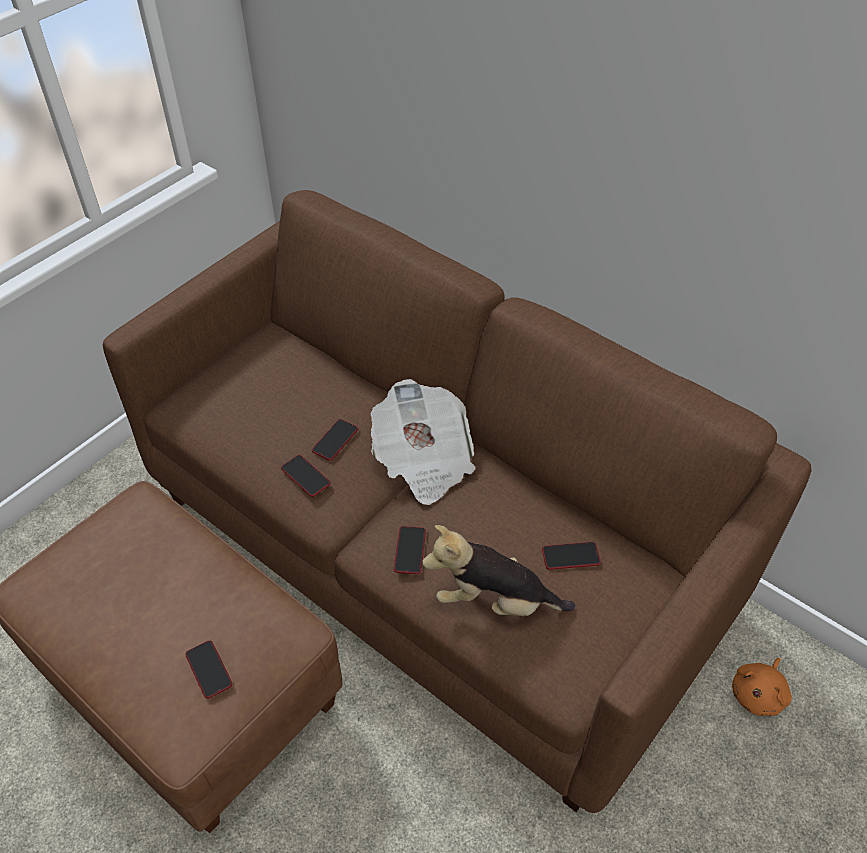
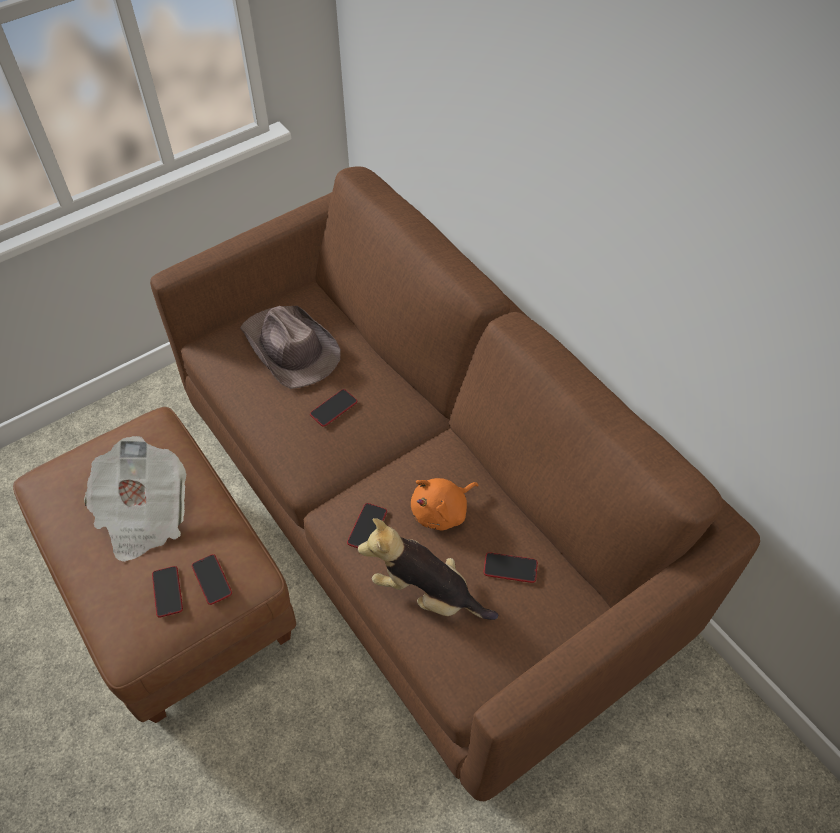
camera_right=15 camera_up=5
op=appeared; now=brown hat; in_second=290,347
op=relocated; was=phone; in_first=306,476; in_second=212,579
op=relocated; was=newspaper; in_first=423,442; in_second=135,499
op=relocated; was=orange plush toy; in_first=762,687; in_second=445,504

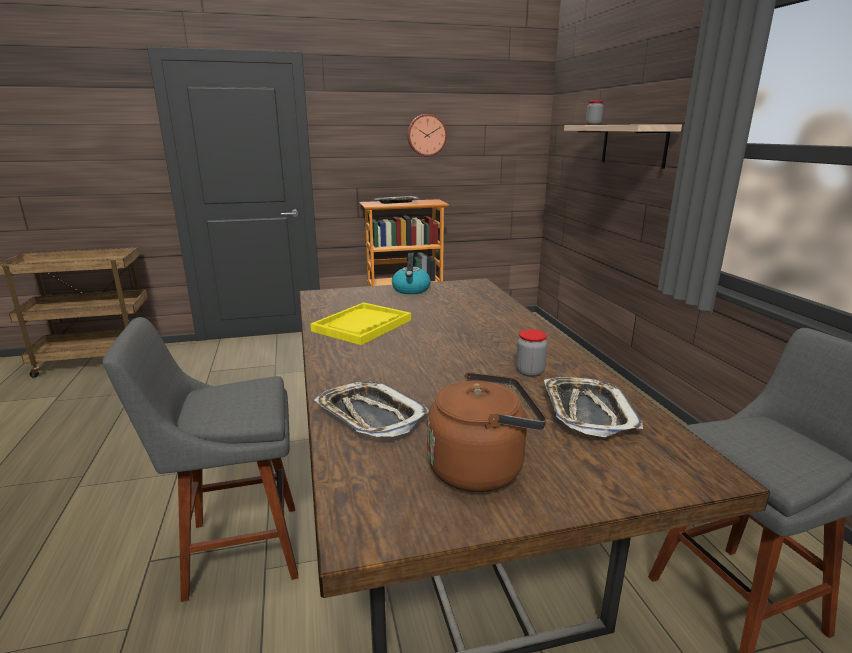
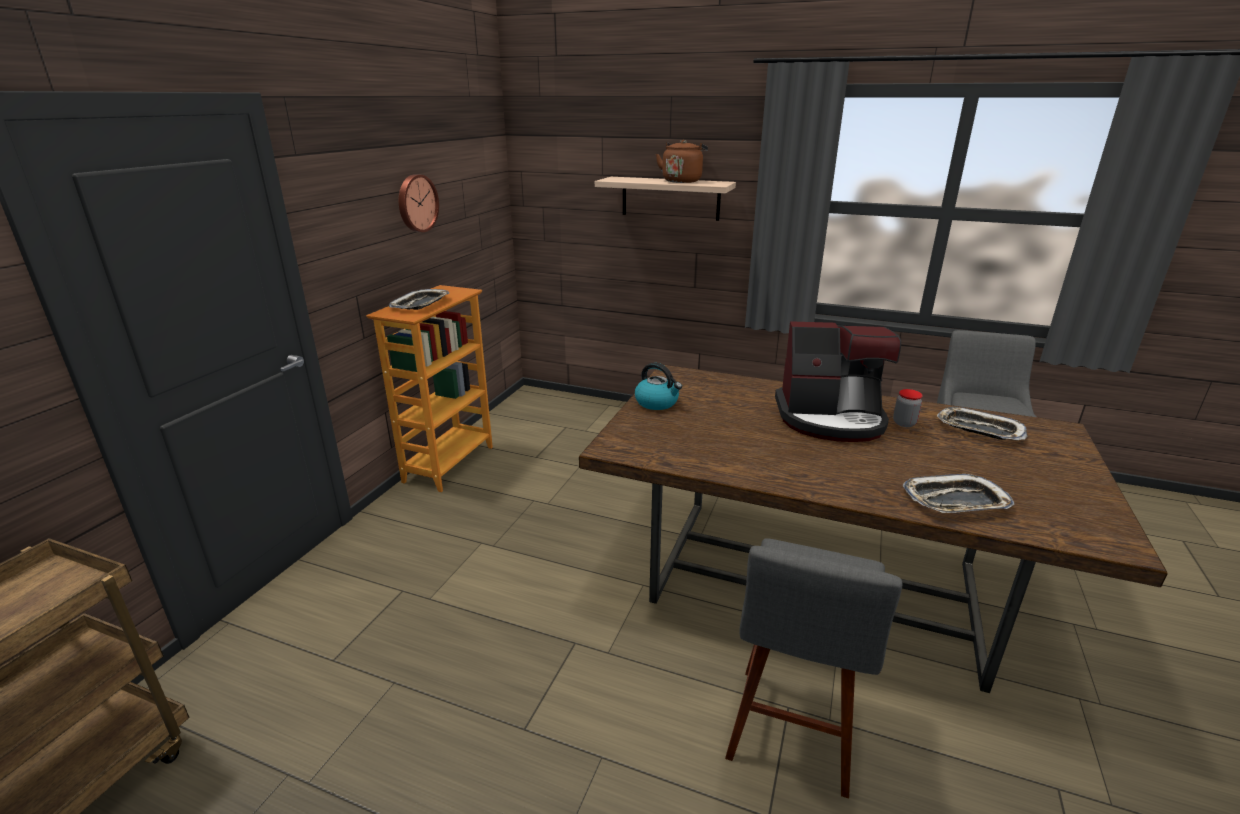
camera_right=-55 camera_up=5
op=missing; was=yellow tray; in_first=360,323
op=missing; was=jar; in_first=594,112
op=appeared; now=coffee machine; in_second=838,381
op=relocated; was=brown kettle; in_first=486,432; in_second=682,161

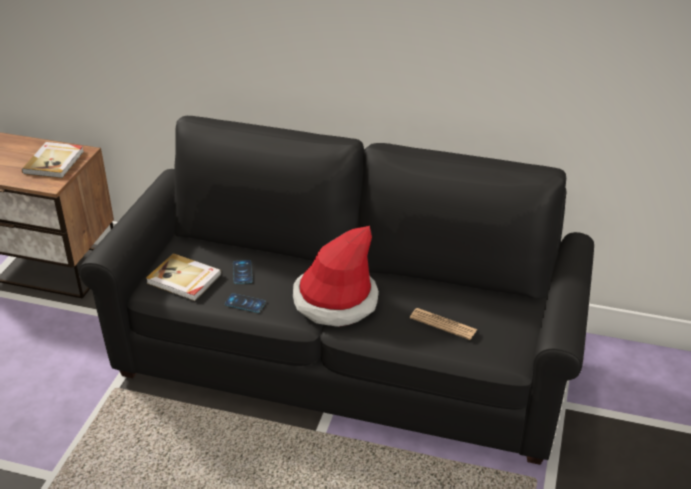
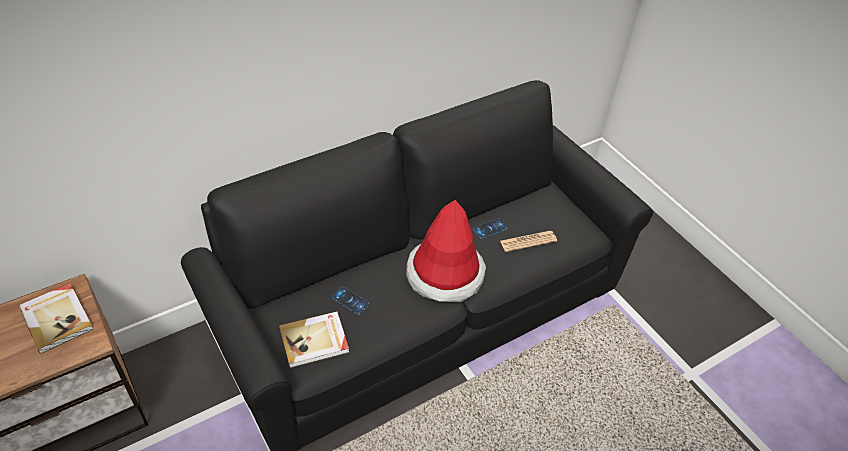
camera_right=-50 camera_up=10
op=relocated; was=phone; in_first=245,303; in_second=490,228

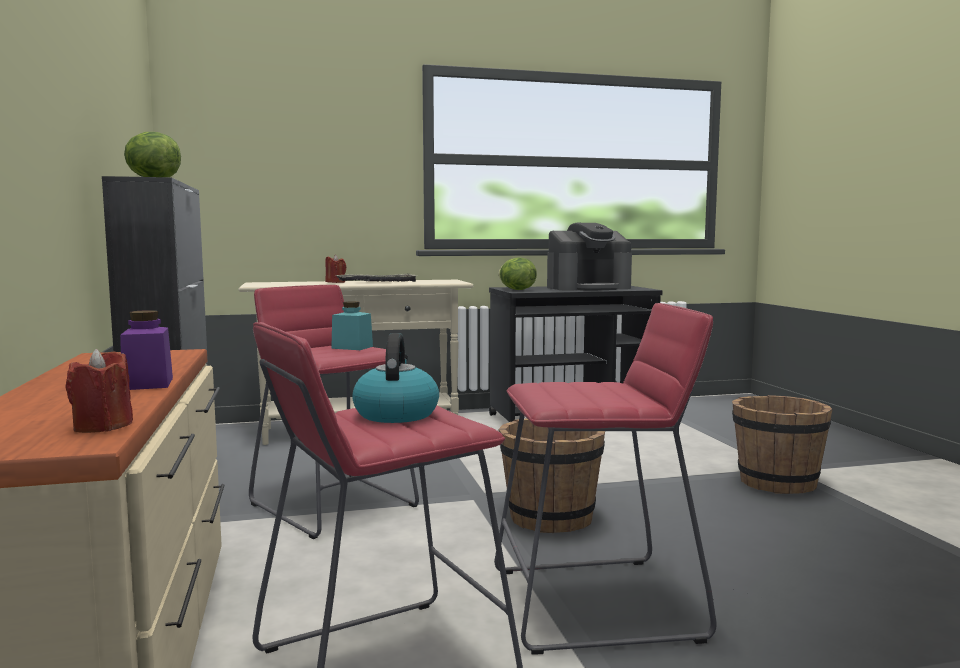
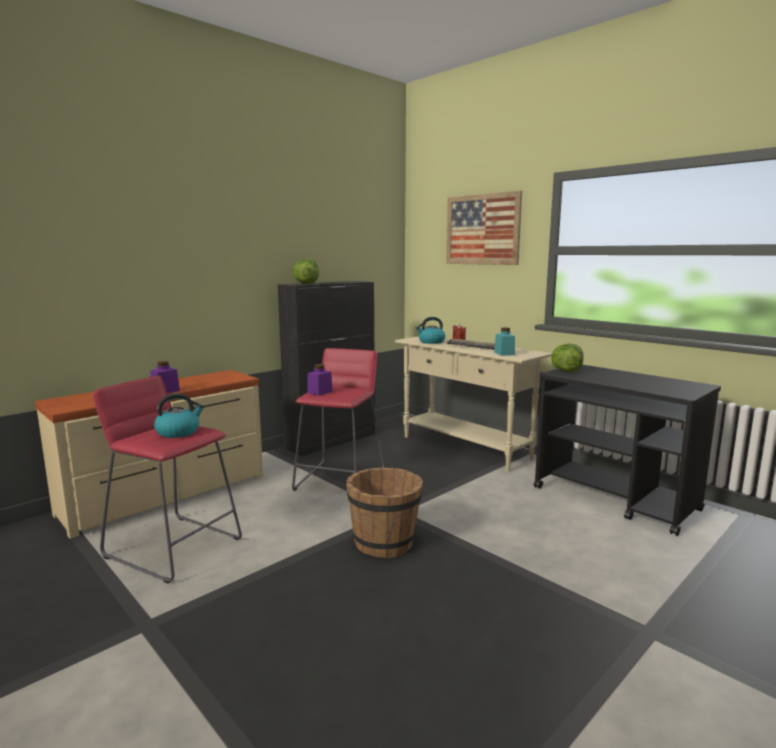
camera_right=60 camera_up=5
op=missing; was=red candle; in_first=99,391
op=missing; was=red stool; in_first=605,479
op=missing; was=coffee machine; in_first=589,257
op=missing; was=brown bucket; in_first=782,444
op=appeared; now=purple jar; in_second=320,380
op=appeared; now=kettle; in_second=430,330
op=appeared; now=picture; in_second=484,228
op=relocated; was=turquoise jar; in_first=352,325; in_second=504,342

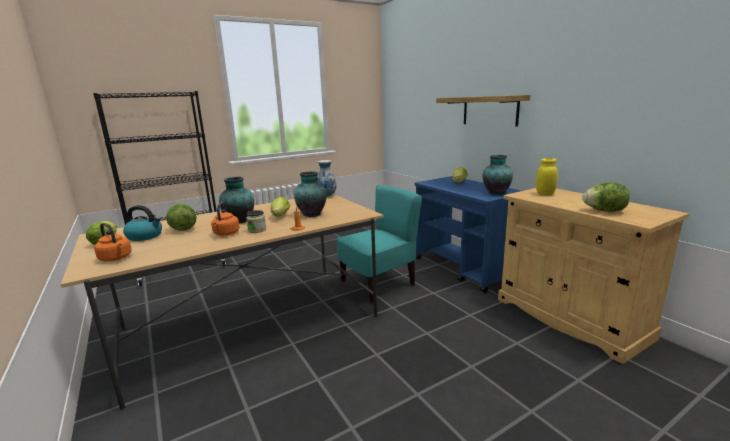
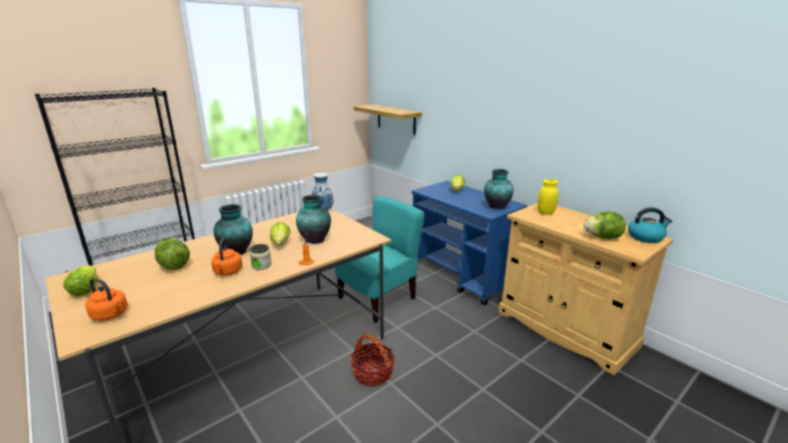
camera_right=-10 camera_up=5
op=appeared; now=basket; in_second=372,360
op=relocated; was=kettle; in_first=142,223; in_second=650,225
op=relocated; was=shelf; in_first=483,111; in_second=388,119

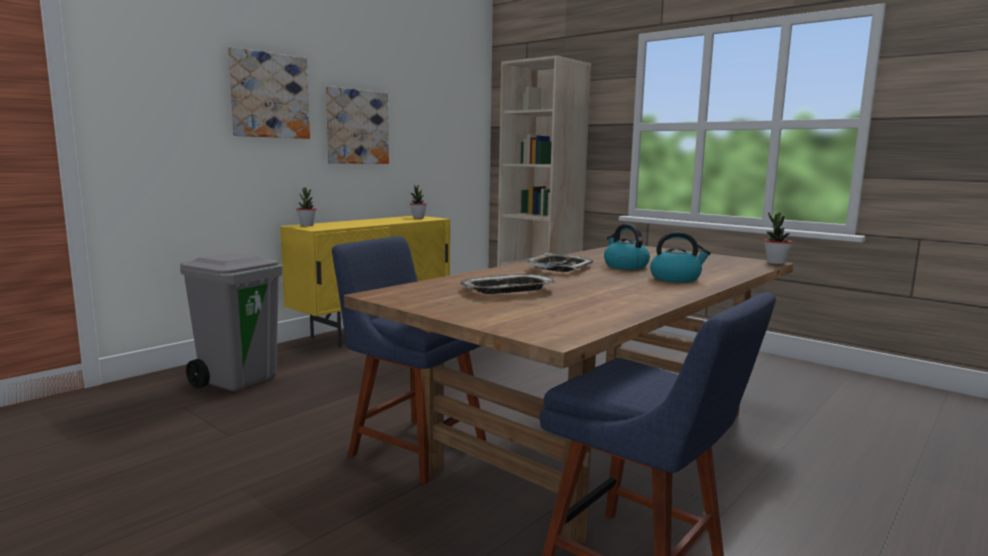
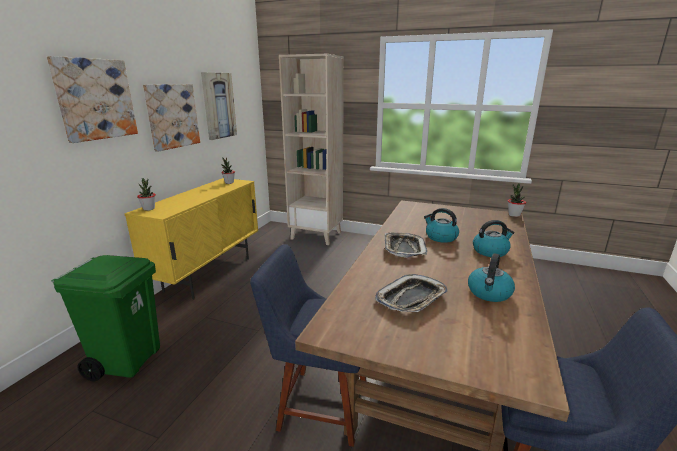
camera_right=-20 camera_up=10
op=appeared; now=picture; in_second=219,106
op=appeared; now=kettle; in_second=491,277
op=colour; was=grey trash can; now=green trash can; in_first=231,322; in_second=105,318

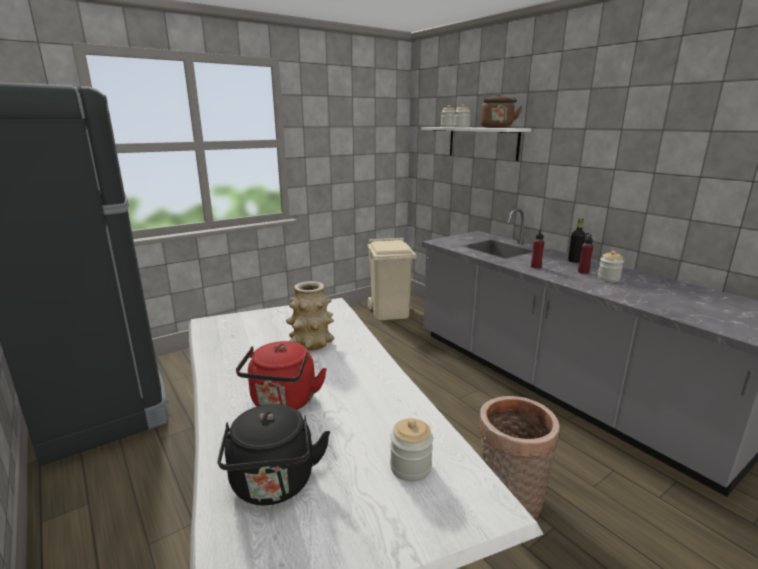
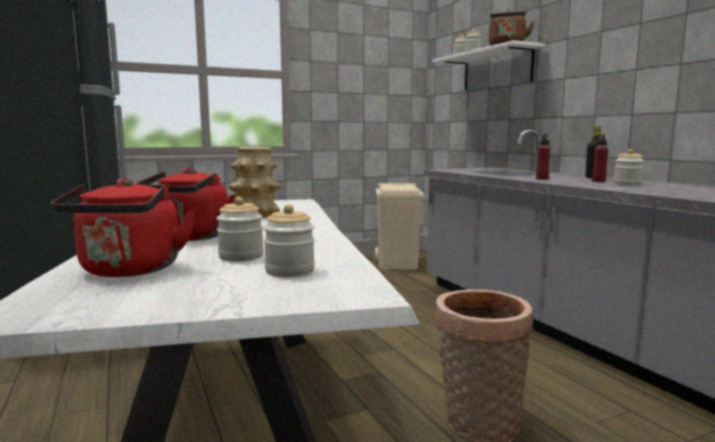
camera_right=10 camera_up=-10
op=appeared; now=jar; in_second=240,229
op=colour; was=black kettle; now=red kettle; in_first=274,455; in_second=123,227

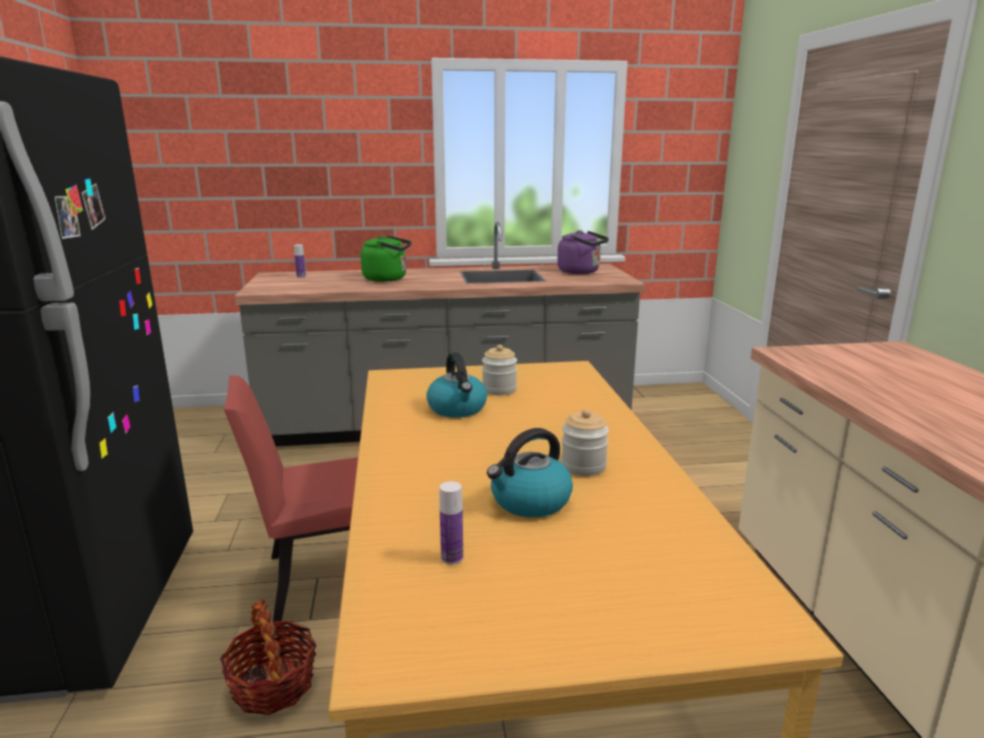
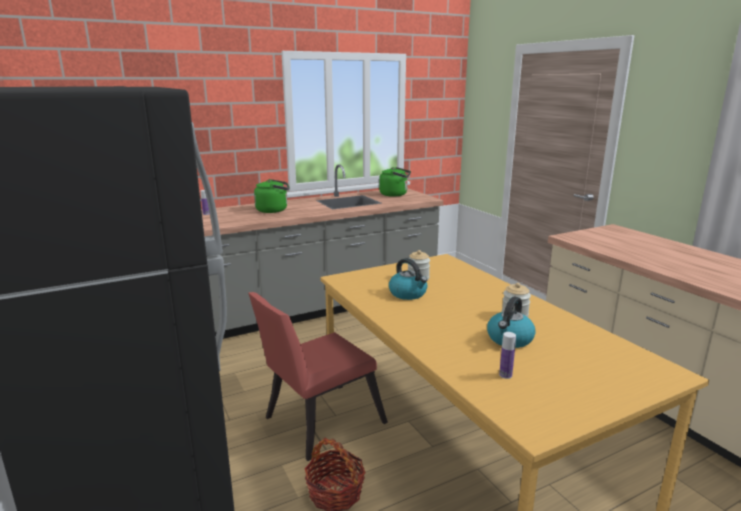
camera_right=-20 camera_up=0
op=colour; was=purple kettle; now=green kettle; in_first=583,252; in_second=395,182

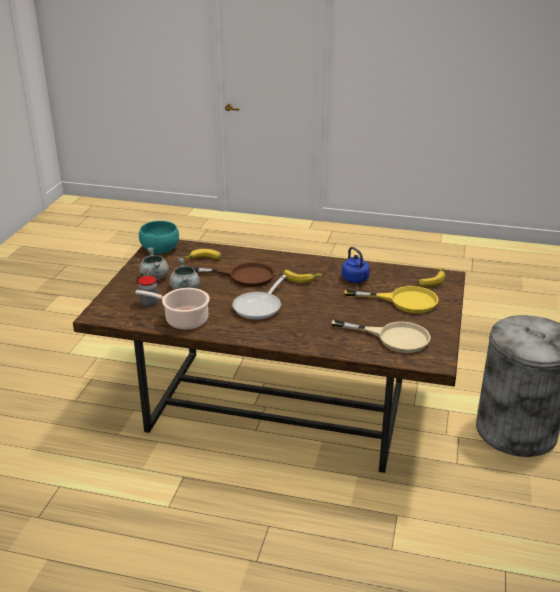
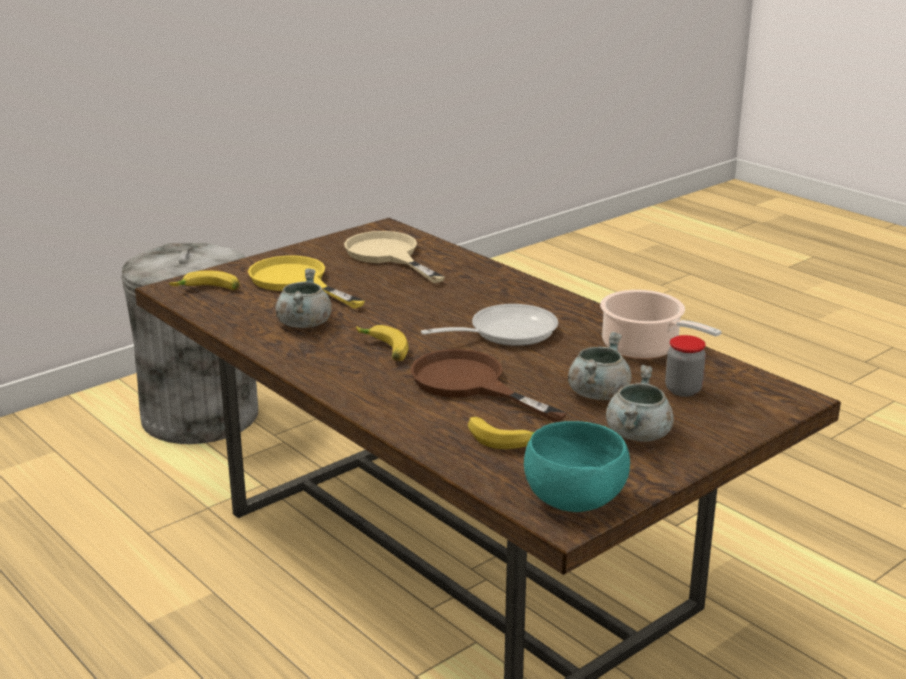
camera_right=-145 camera_up=-5
op=exchanged; was=blue kettle; now=grey cooking pot; in_first=355,265; in_second=304,298

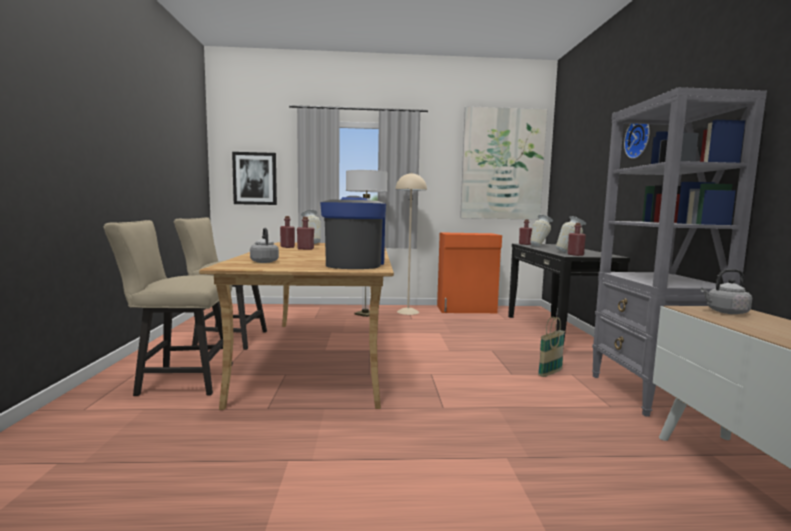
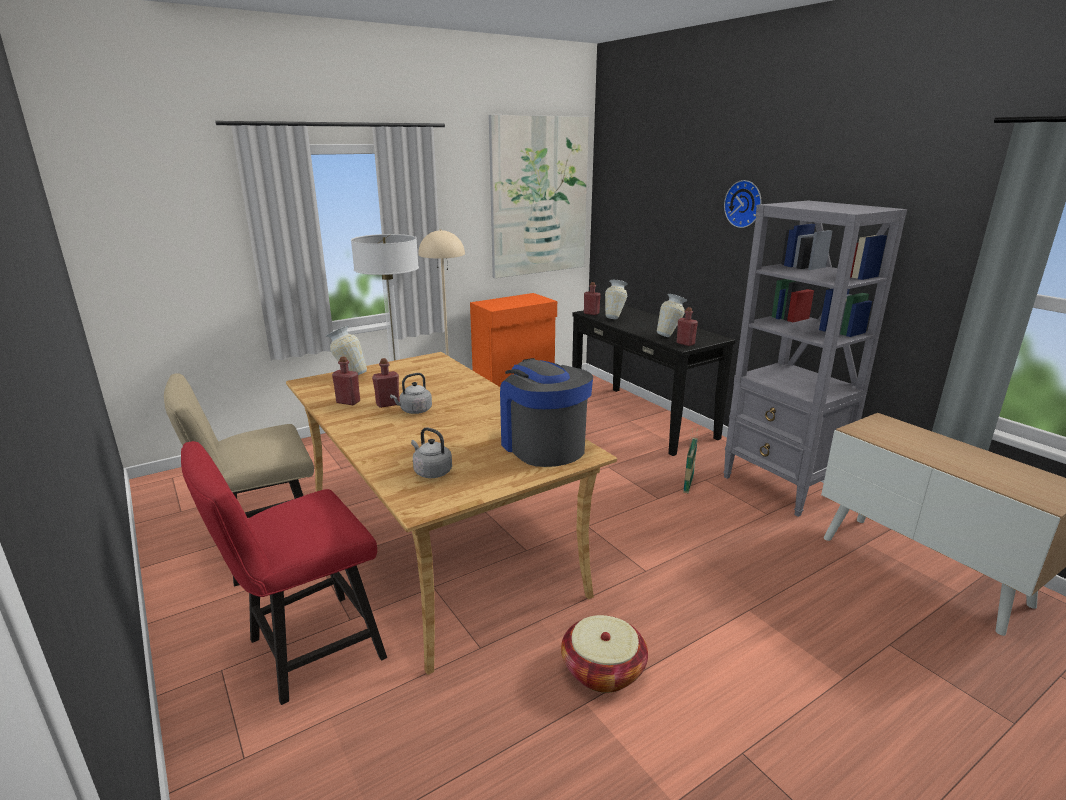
camera_right=-30 camera_up=15
op=missing; was=picture; in_first=254,178
op=appeared; now=basket; in_second=604,654
op=relocated; was=grey kettle; in_first=726,291; in_second=411,393
op=colour; was=beige chair; now=red chair; in_first=168,308; in_second=284,573

